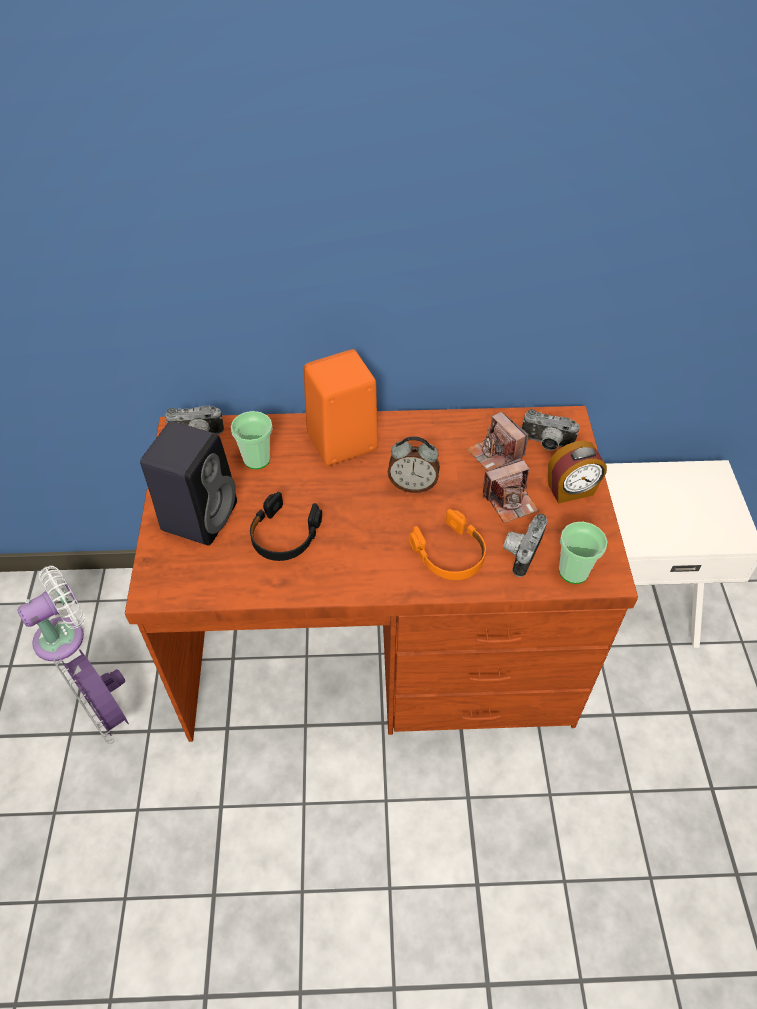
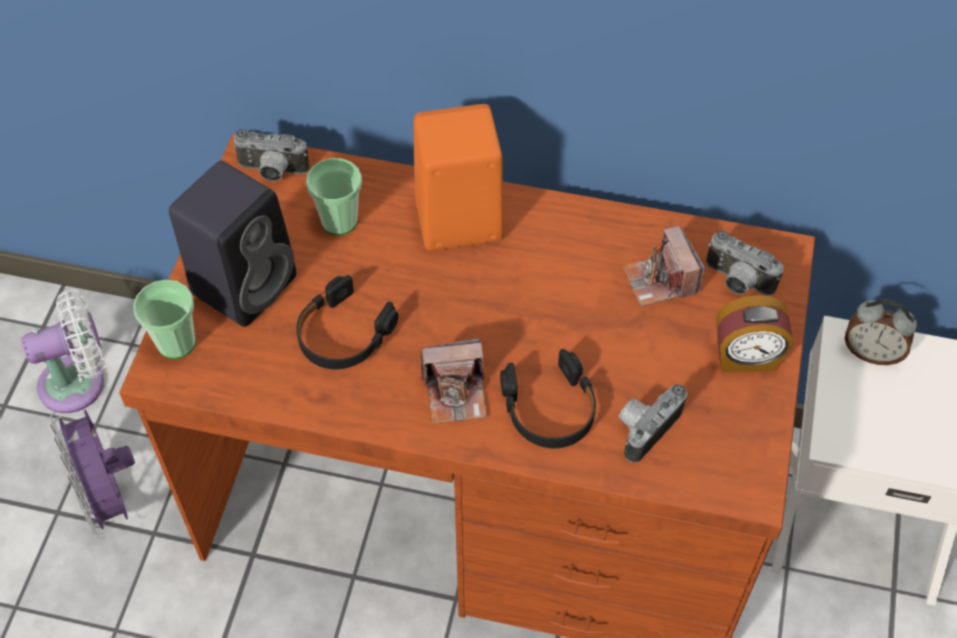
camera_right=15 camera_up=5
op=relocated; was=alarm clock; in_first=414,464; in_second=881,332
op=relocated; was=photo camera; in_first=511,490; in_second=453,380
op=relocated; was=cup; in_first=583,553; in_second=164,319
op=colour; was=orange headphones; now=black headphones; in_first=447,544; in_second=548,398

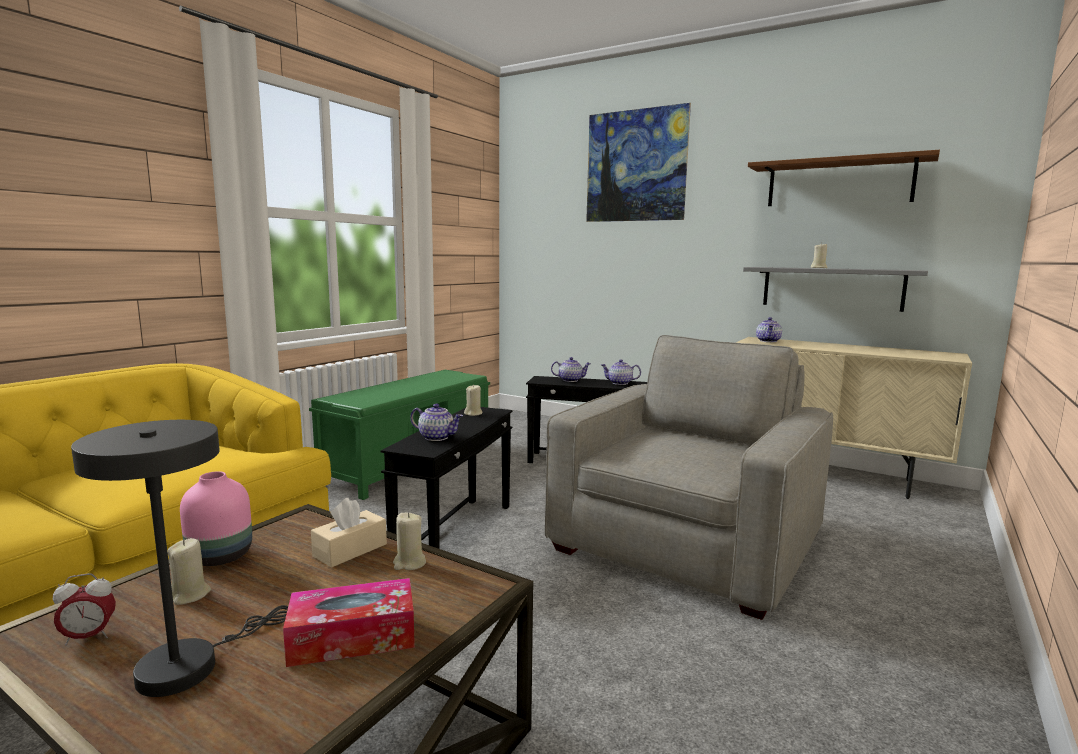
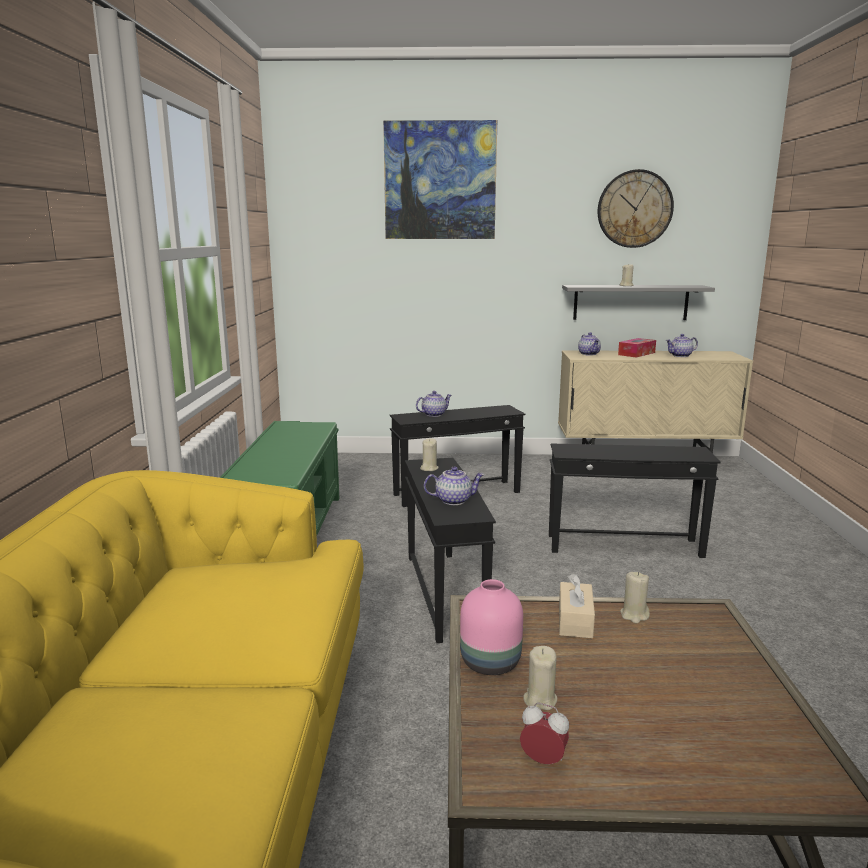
camera_right=-30 camera_up=5
op=missing; was=grey table lamp; in_first=179,558
op=relocated; was=tissue box; in_first=349,622; in_second=637,348
op=relocated; was=teapot; in_first=621,372; in_second=682,345
op=exchanged; was=grey armchair; now=black side table; in_first=689,477; in_second=635,501
op=exchanged; was=brown shelf; now=wall clock; in_first=844,178; in_second=636,208
op=spun; was=alarm clock; in_first=84,609; in_second=544,734; clockwise=-105

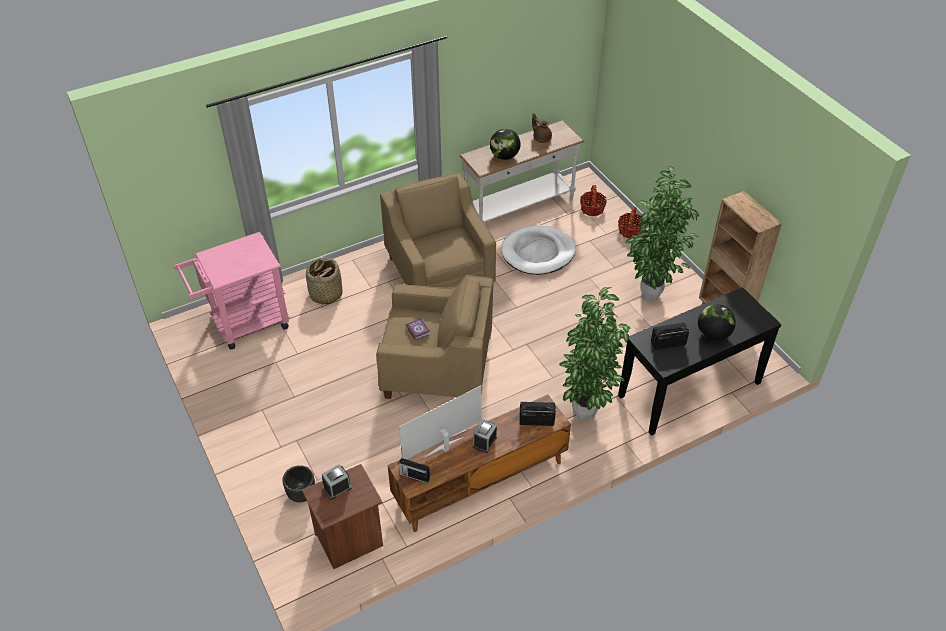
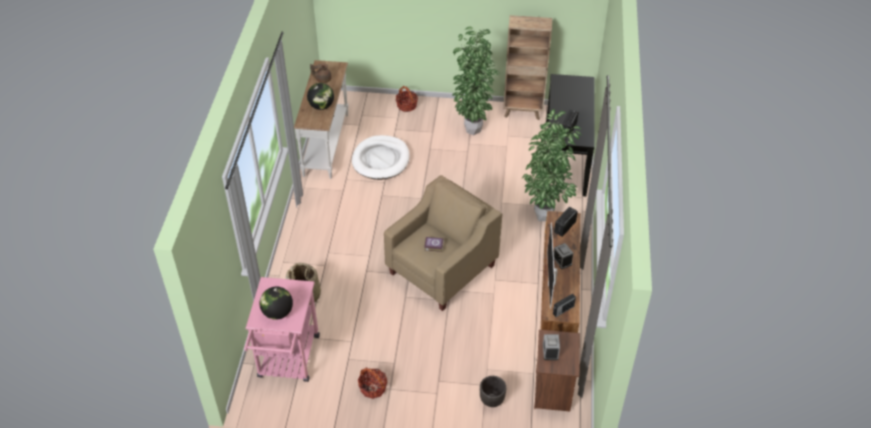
camera_right=-55 camera_up=0
op=missing; was=beige armchair; in_first=438,230
op=relocated; was=basket; in_first=593,200; in_second=372,383
op=relocated; was=globe; in_first=717,322; in_second=276,303

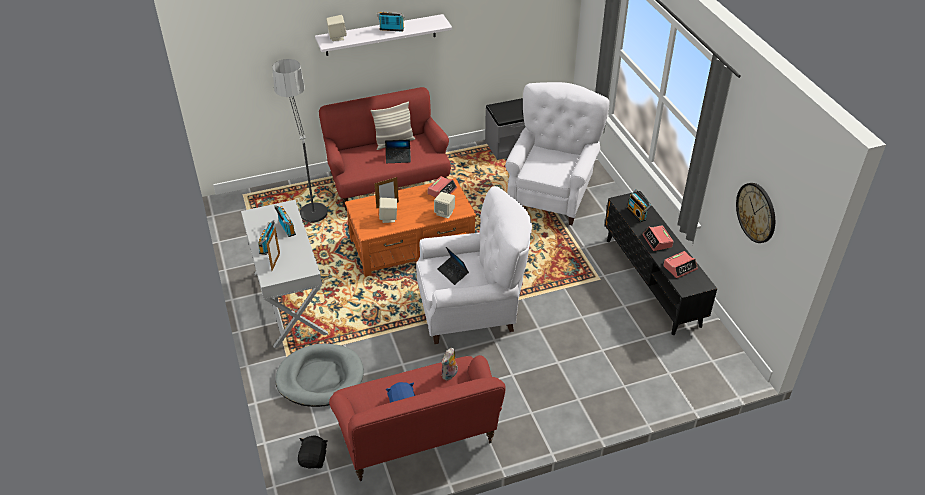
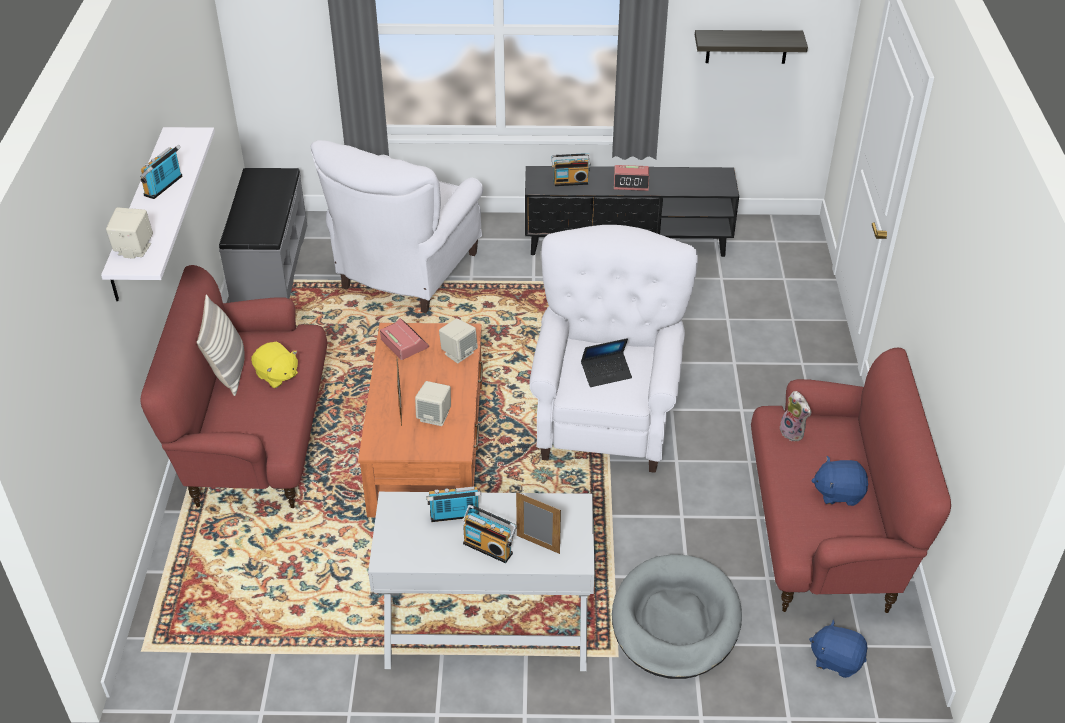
camera_right=-70 camera_up=0
op=missing; was=floor lamp; in_first=300,141
op=missing; was=alarm clock; in_first=680,264
op=exchanged; was=laptop; now=yellow plush toy; in_first=398,151; in_second=274,364
op=exchanged; was=wall clock; now=shelf; in_first=755,213; in_second=751,47
op=colour; was=black plush toy; now=blue plush toy; in_first=312,452; in_second=838,649
op=spun; was=white armchair; in_first=557,153; in_second=396,226; clockwise=-105

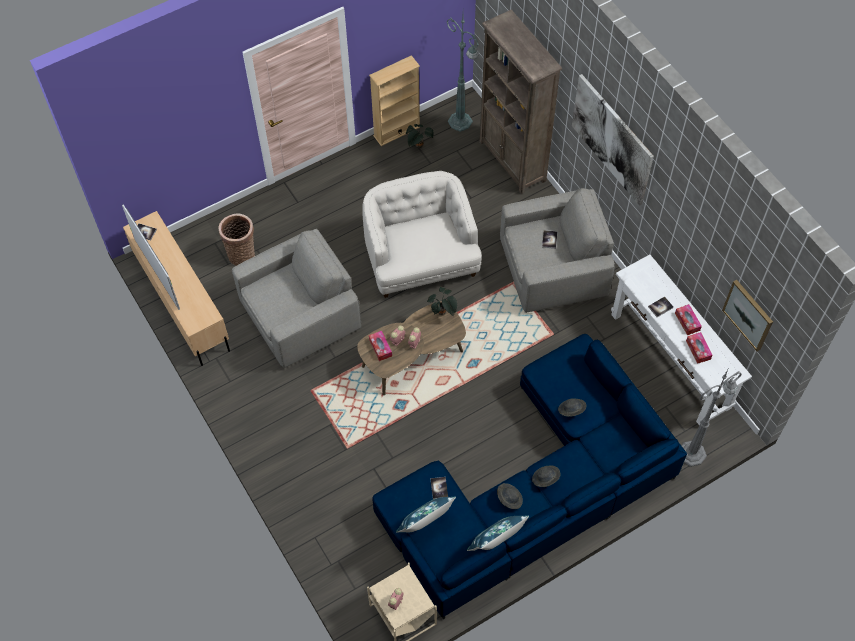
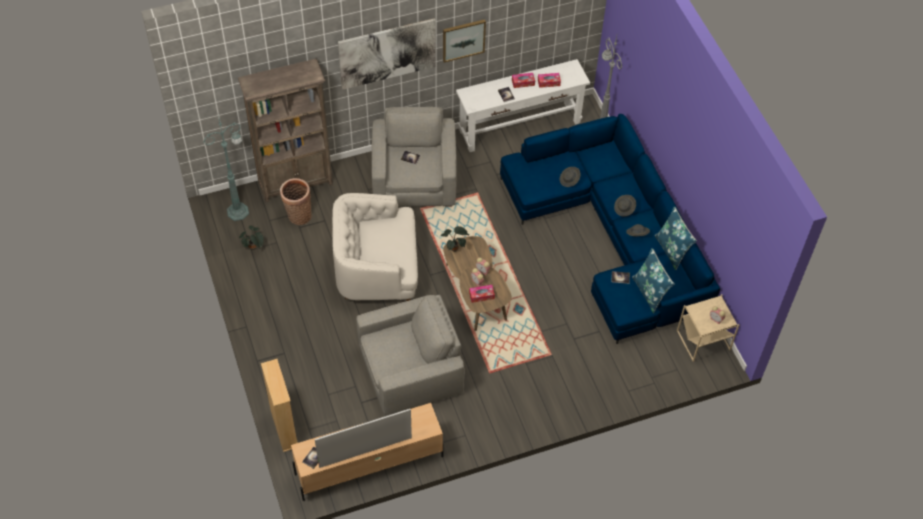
camera_right=-80 camera_up=-5
op=relocated; was=basket; in_first=237,239; in_second=296,201
op=relocated; was=beige bookcase; in_first=394,100; in_second=279,405
op=relocated; was=picture; in_first=747,315; in_second=464,41
op=spun; was=grey armchair; in_first=297,298; in_second=410,355; clockwise=90

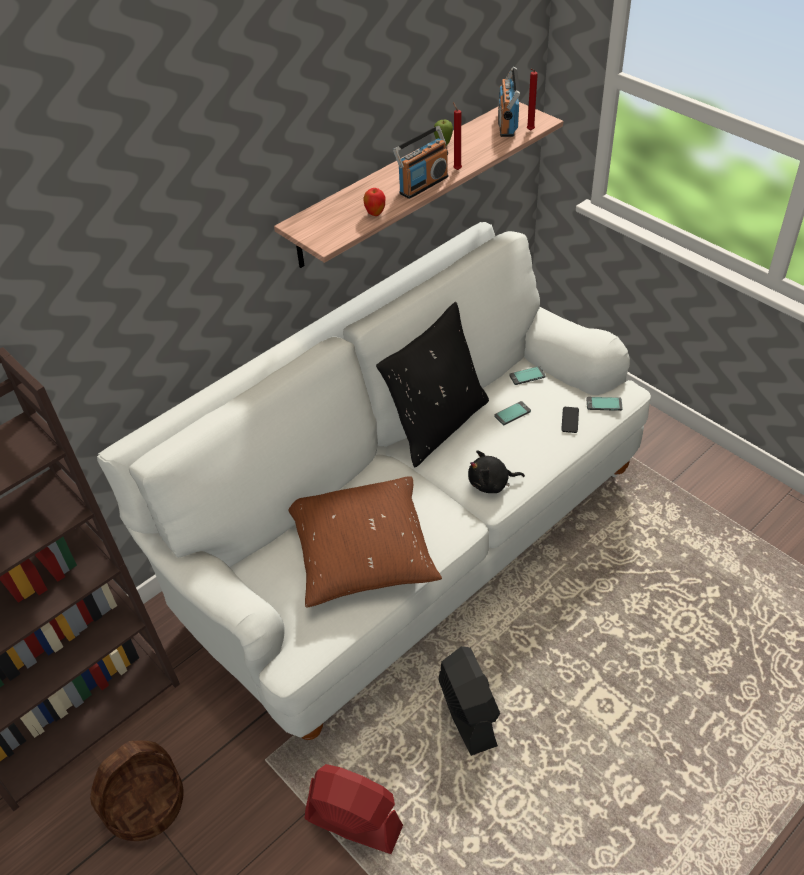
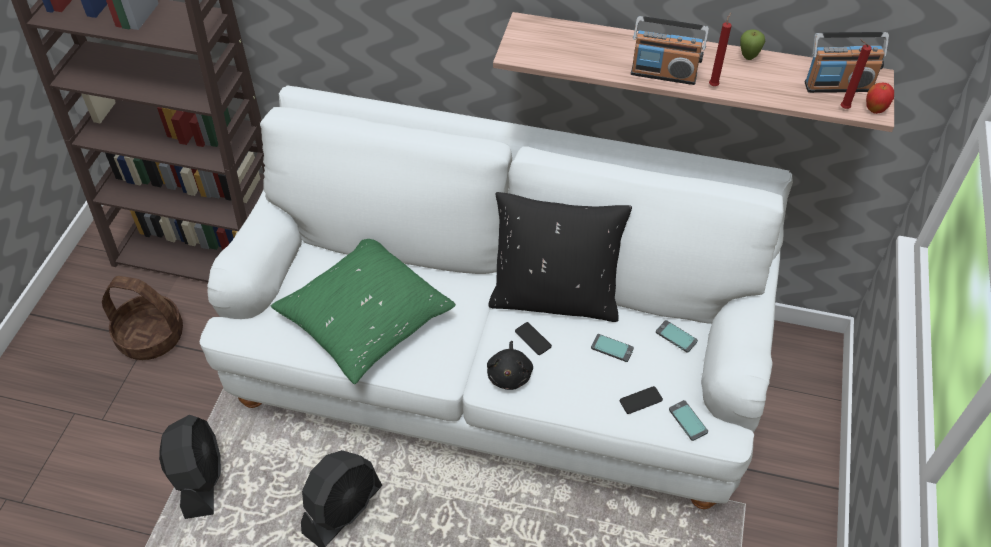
camera_right=55 camera_up=5
op=appeared; now=phone; in_second=533,338
op=relocated; was=apple; in_first=374,202; in_second=880,98
op=colour; was=brown pillow; now=green pillow; in_first=365,541; in_second=363,311
op=colour; was=red fan; now=black fan; in_first=354,809; in_second=190,467
op=spun; was=black plush toy; in_first=496,471; in_second=510,365; clockwise=-135
op=spun; was=radio; in_first=509,101; in_second=847,62; clockwise=-150

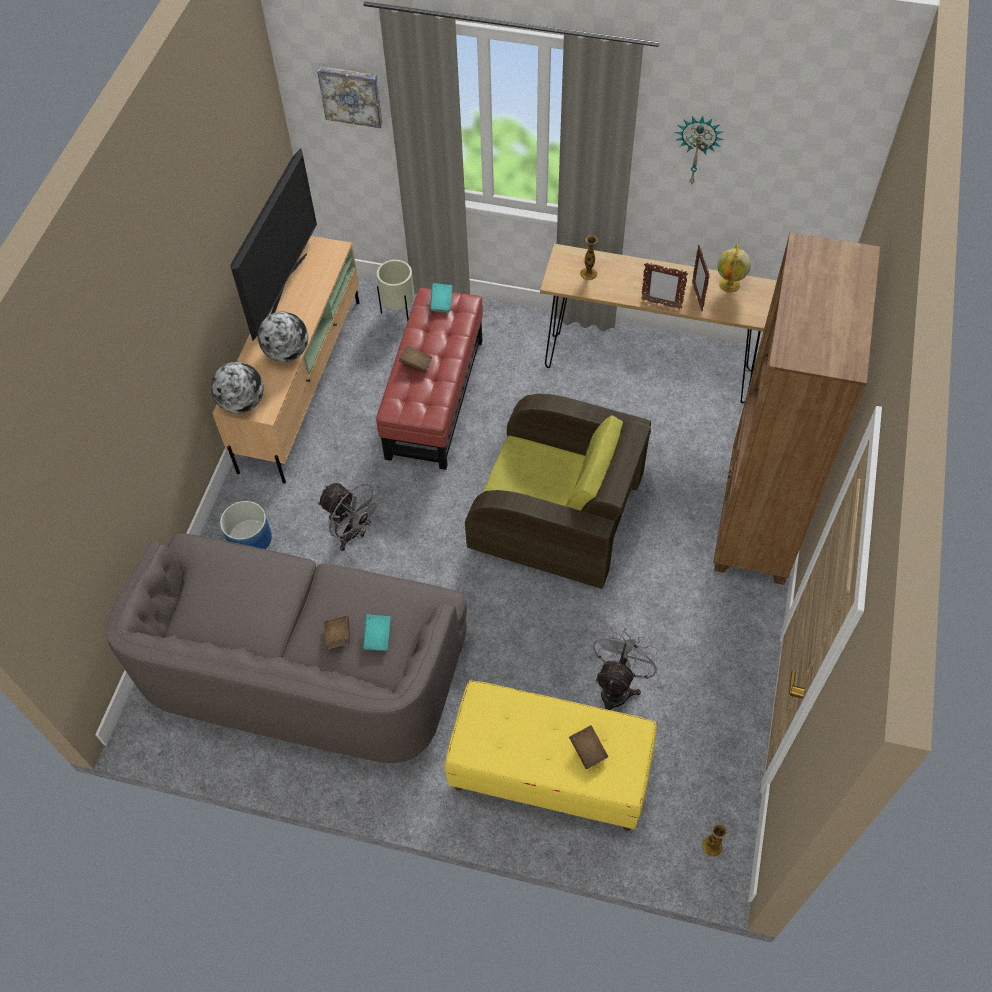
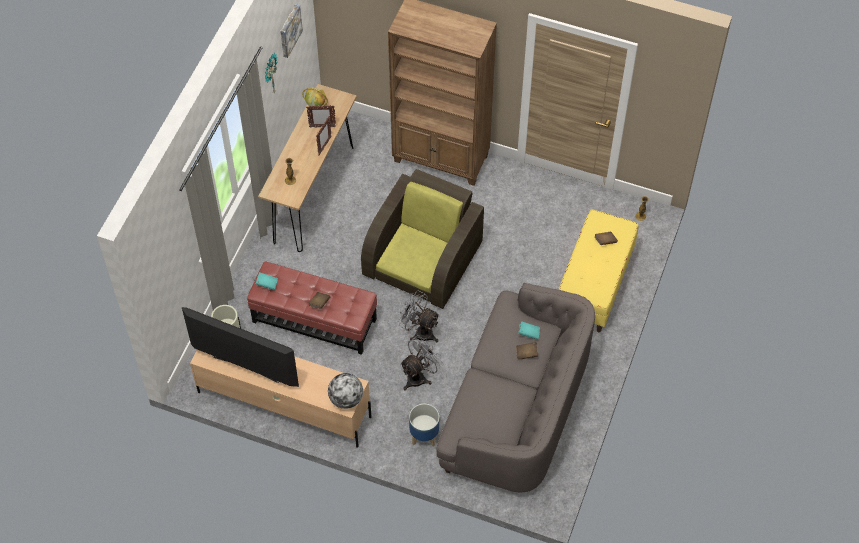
camera_right=-85 camera_up=0
op=missing; was=globe; in_first=283,337
op=relocated; was=picture; in_first=350,97; in_second=291,31
op=relocated; was=grey fan; in_first=626,668; in_second=419,316

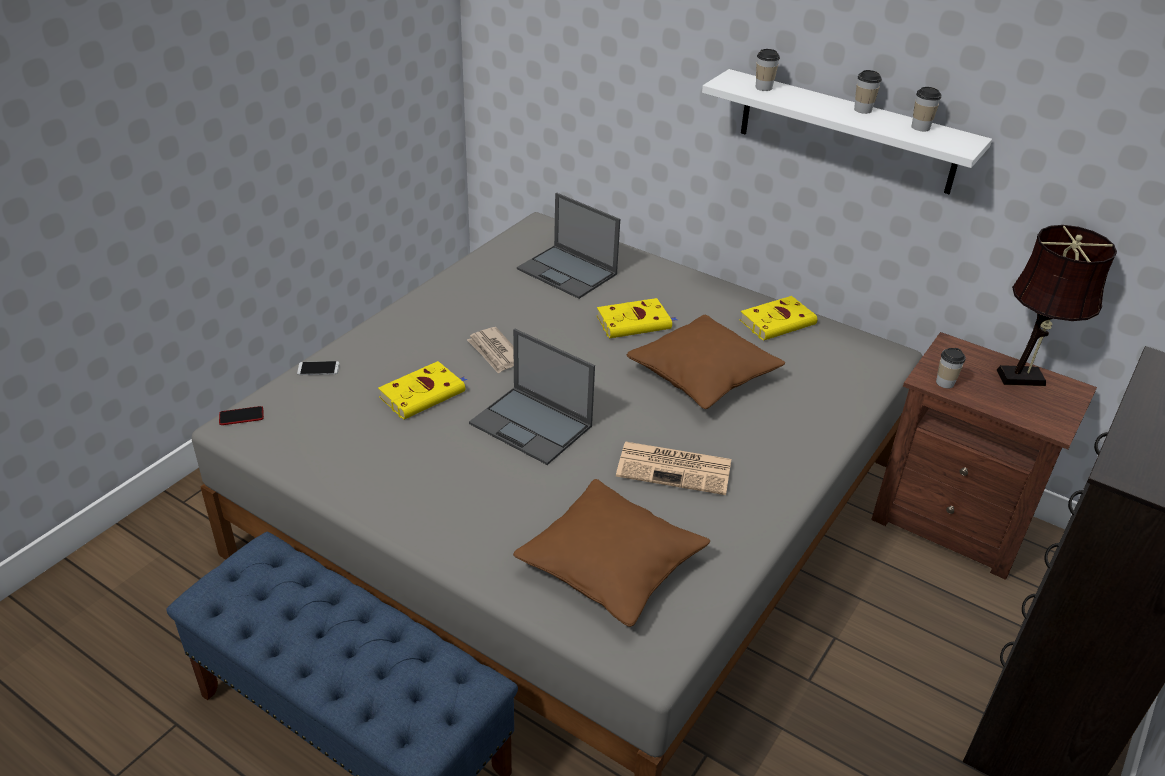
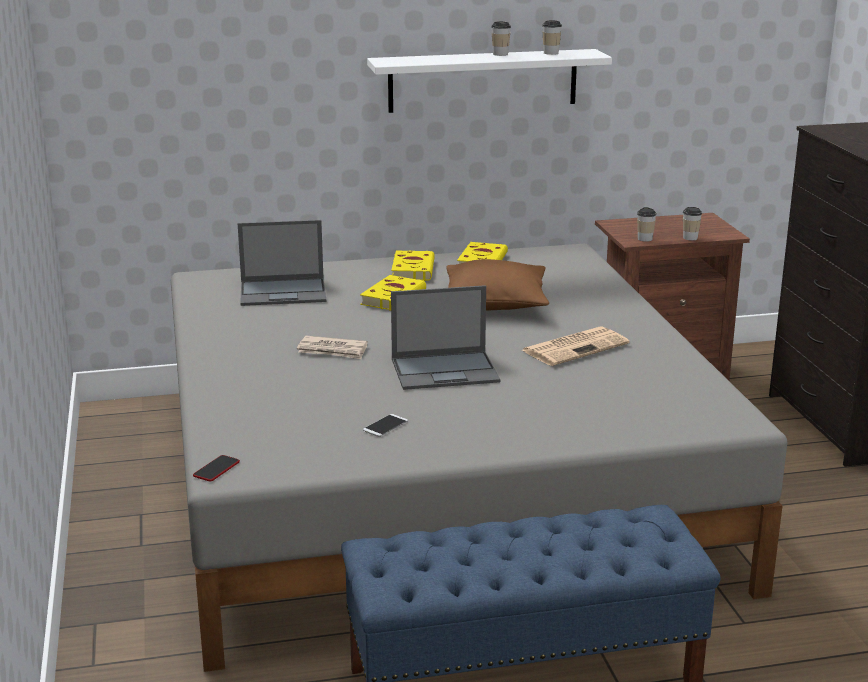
camera_right=-45 camera_up=-15
op=missing; was=brown pillow; in_first=611,553
op=missing; was=brown table lamp; in_first=1057,305
op=relocated; was=phone; in_first=318,368; in_second=385,425
op=relocated; was=yellow book; in_first=422,390; in_second=413,266
op=relocated; was=cup; in_first=768,70; in_second=692,223

